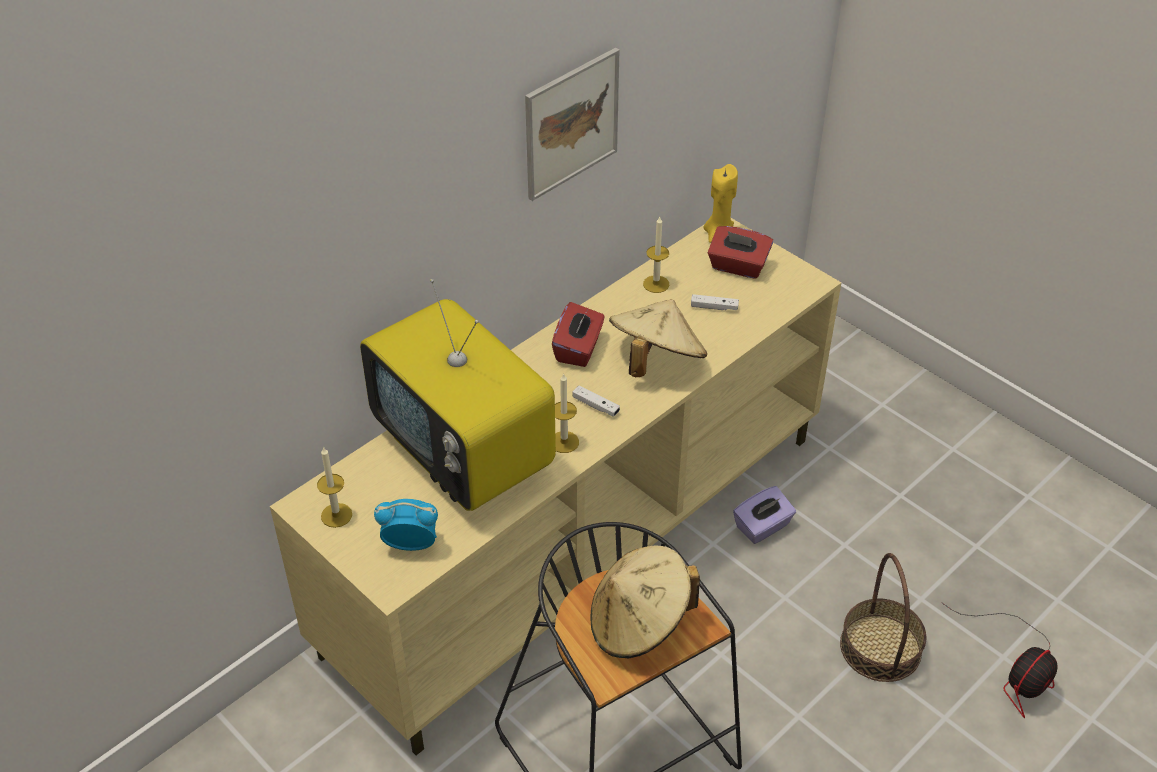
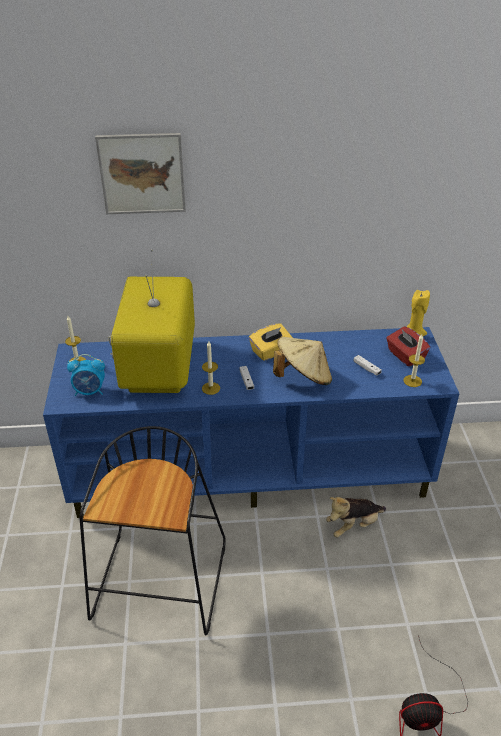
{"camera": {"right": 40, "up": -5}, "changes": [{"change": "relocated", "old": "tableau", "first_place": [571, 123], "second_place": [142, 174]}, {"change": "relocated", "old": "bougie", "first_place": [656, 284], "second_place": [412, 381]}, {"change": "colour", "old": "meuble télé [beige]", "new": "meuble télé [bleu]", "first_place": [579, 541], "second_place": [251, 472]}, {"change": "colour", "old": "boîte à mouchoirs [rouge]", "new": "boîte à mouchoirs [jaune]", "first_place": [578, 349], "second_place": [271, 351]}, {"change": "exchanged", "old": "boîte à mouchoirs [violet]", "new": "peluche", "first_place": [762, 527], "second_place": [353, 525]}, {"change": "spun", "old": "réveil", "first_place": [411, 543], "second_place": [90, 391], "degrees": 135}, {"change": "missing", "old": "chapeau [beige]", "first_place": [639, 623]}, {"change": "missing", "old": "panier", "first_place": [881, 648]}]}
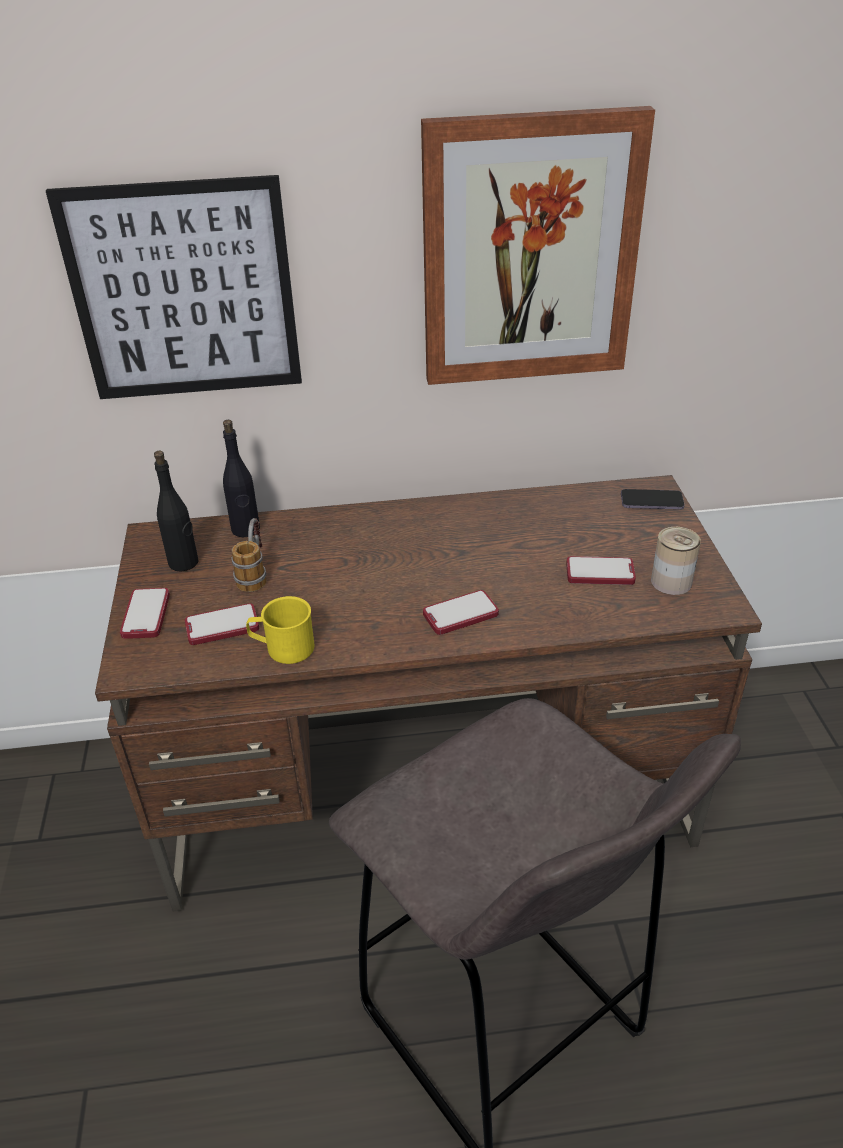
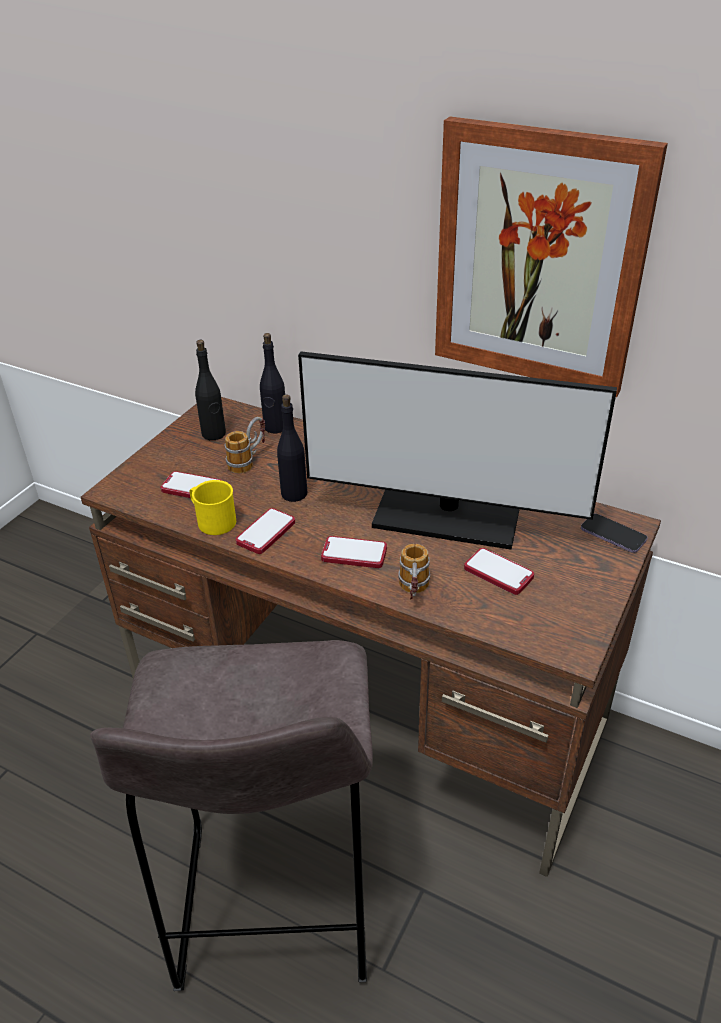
{"camera": {"right": 35, "up": 0}, "changes": [{"change": "missing", "old": "tableau", "first_place": [184, 292]}, {"change": "missing", "old": "boîte métallique", "first_place": [671, 581]}, {"change": "relocated", "old": "téléphone", "first_place": [146, 615], "second_place": [266, 532]}, {"change": "appeared", "new": "écran d'ordinateur", "second_place": [446, 518]}, {"change": "appeared", "new": "bouteille [noir]", "second_place": [294, 493]}, {"change": "appeared", "new": "mug", "second_place": [414, 593]}]}
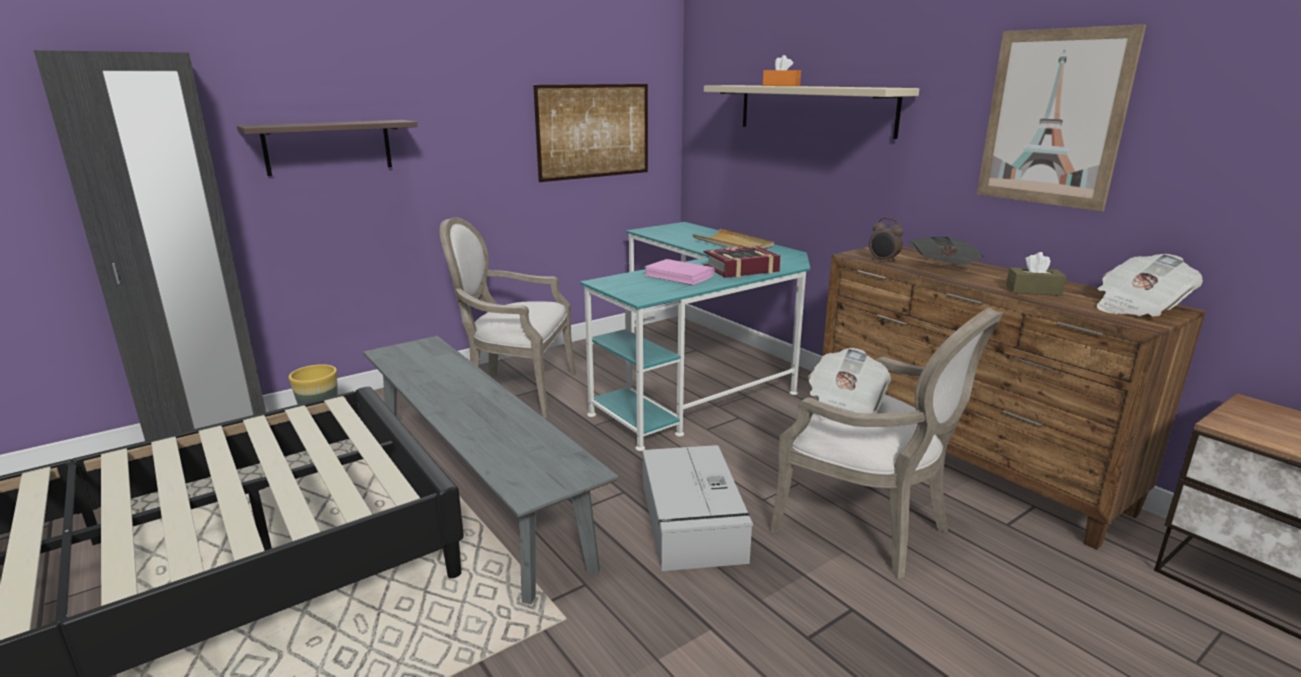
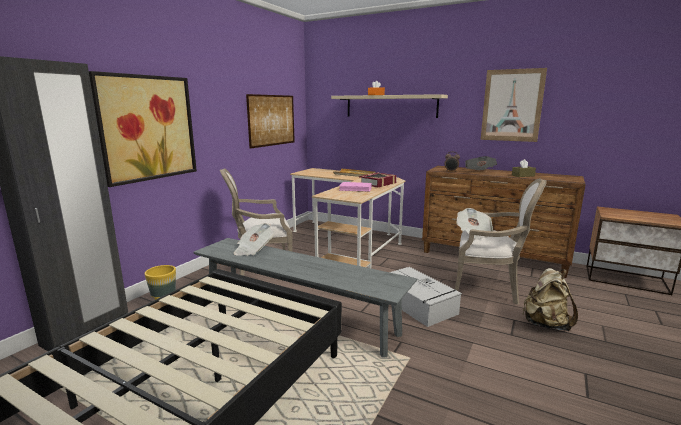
{"camera": {"right": -25, "up": -5}, "changes": [{"change": "exchanged", "old": "étagère", "new": "tableau", "first_place": [328, 147], "second_place": [148, 128]}, {"change": "colour", "old": "bureau [turquoise]", "new": "bureau [beige]", "first_place": [701, 375], "second_place": [350, 243]}, {"change": "relocated", "old": "journal", "first_place": [1137, 308], "second_place": [253, 250]}, {"change": "appeared", "new": "sac à dos [beige]", "second_place": [545, 324]}]}
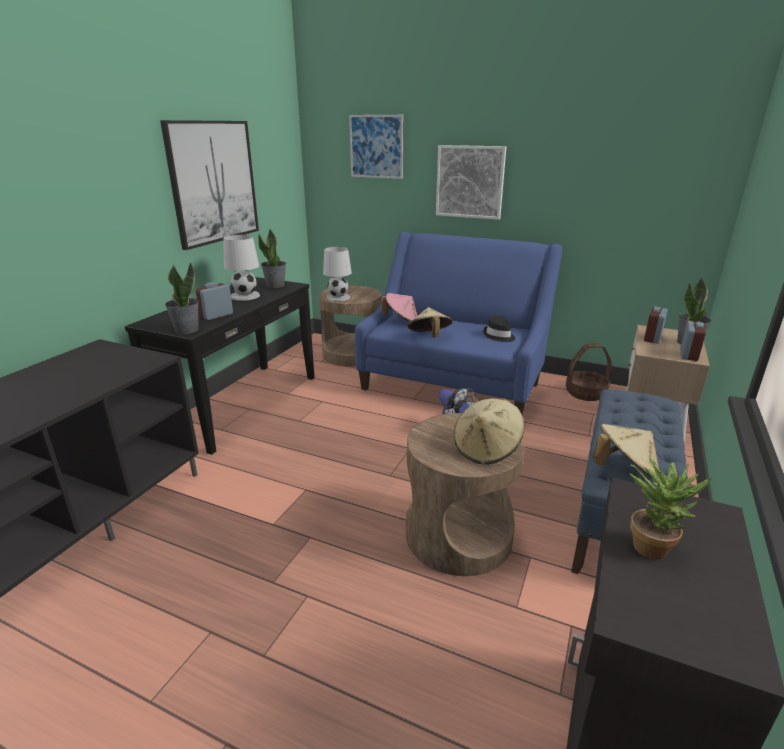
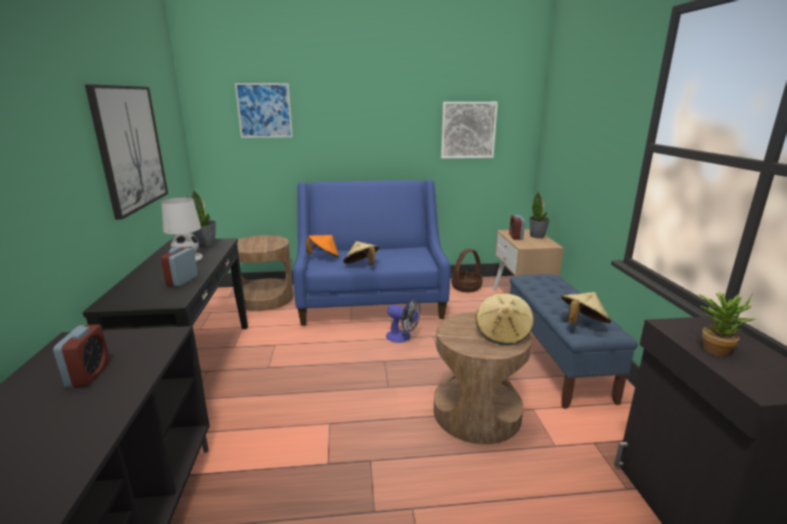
{"camera": {"right": -30, "up": -5}, "changes": [{"change": "relocated", "old": "tableau", "first_place": [470, 182], "second_place": [468, 130]}, {"change": "missing", "old": "lampe de table [blanc]", "first_place": [338, 297]}, {"change": "missing", "old": "plante en pot", "first_place": [186, 330]}, {"change": "colour", "old": "chapeau [rose]", "new": "chapeau [orange]", "first_place": [401, 320], "second_place": [324, 257]}, {"change": "missing", "old": "chapeau [noir]", "first_place": [499, 336]}, {"change": "relocated", "old": "réveil", "first_place": [688, 355], "second_place": [88, 374]}]}
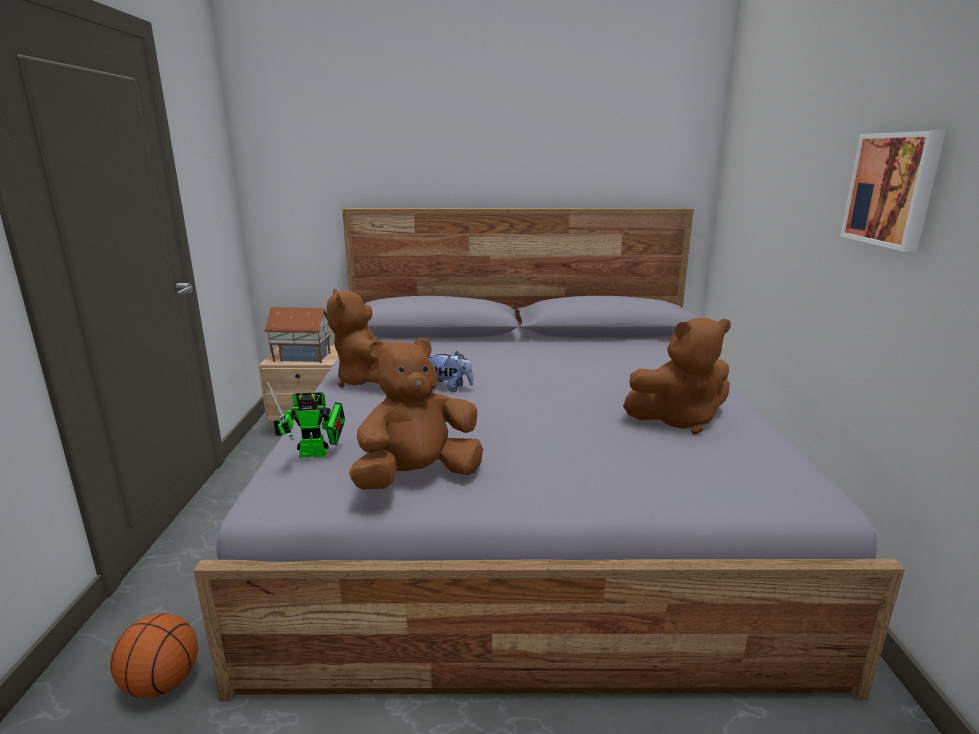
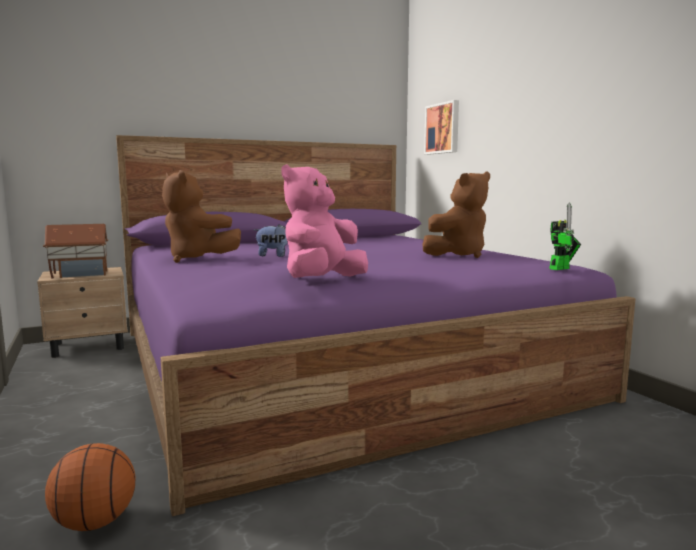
{"camera": {"right": -25, "up": -10}, "changes": [{"change": "relocated", "old": "tableau", "first_place": [893, 189], "second_place": [443, 128]}, {"change": "colour", "old": "lit [gris]", "new": "lit [violet]", "first_place": [524, 504], "second_place": [332, 361]}, {"change": "colour", "old": "peluche [marron]", "new": "peluche [rose]", "first_place": [418, 477], "second_place": [322, 281]}, {"change": "relocated", "old": "robot jouet", "first_place": [318, 453], "second_place": [561, 268]}]}
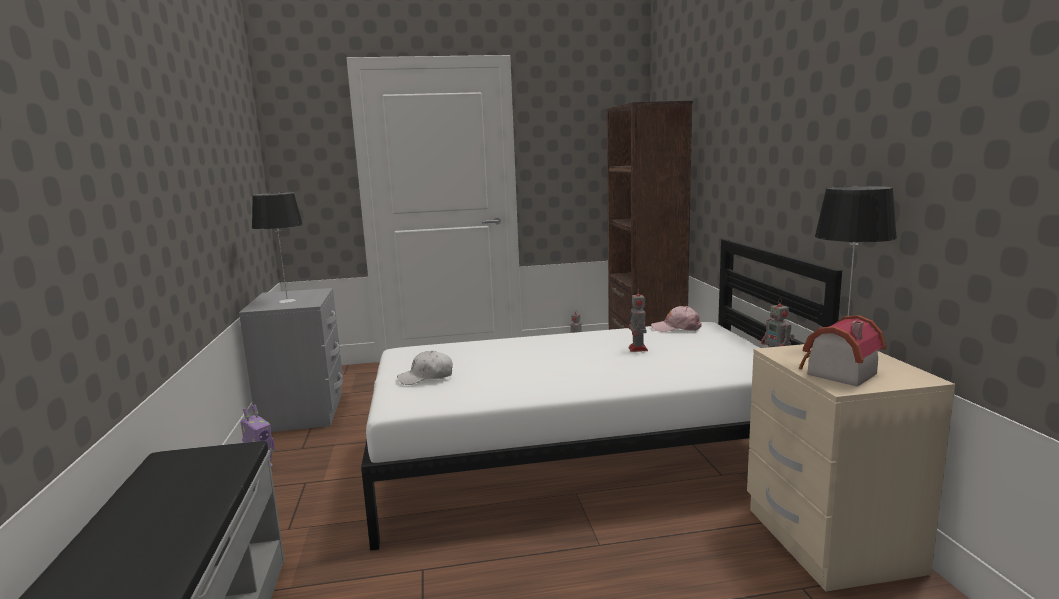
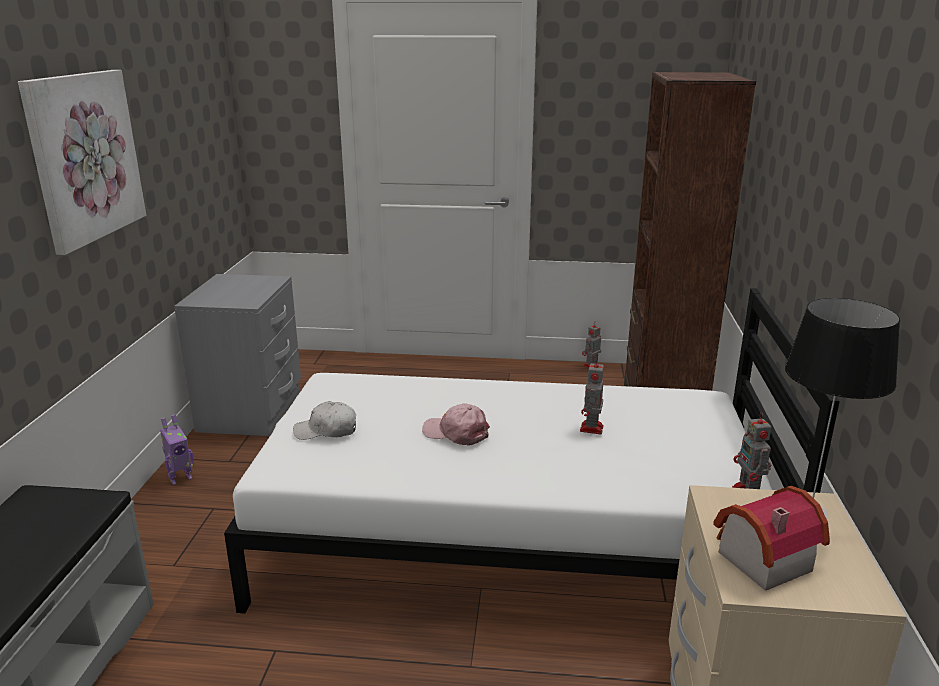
{"camera": {"right": 15, "up": 10}, "changes": [{"change": "missing", "old": "lampe de table", "first_place": [287, 301]}, {"change": "relocated", "old": "casquette [rose]", "first_place": [676, 328], "second_place": [456, 432]}, {"change": "appeared", "new": "tableau", "second_place": [84, 157]}]}
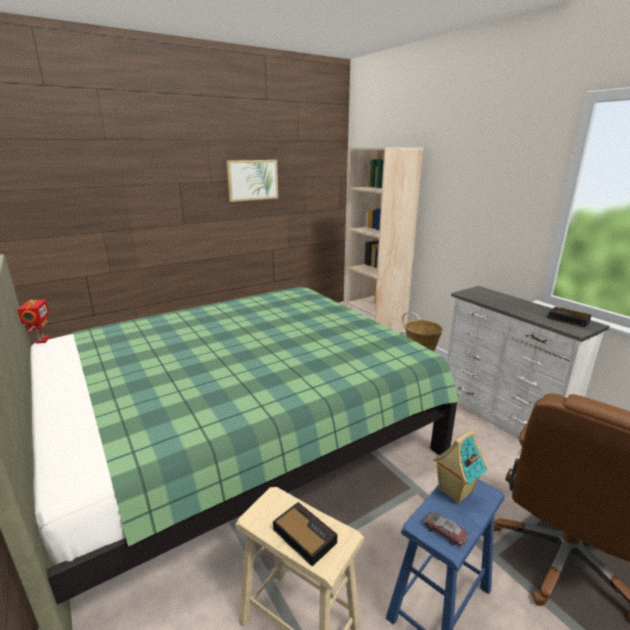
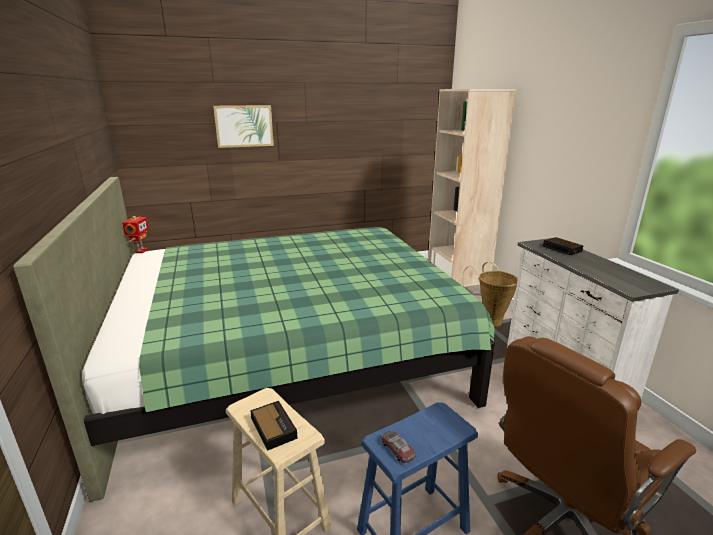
{"camera": {"right": 15, "up": 0}, "changes": [{"change": "relocated", "old": "tableau", "first_place": [252, 180], "second_place": [244, 126]}, {"change": "relocated", "old": "réveil", "first_place": [569, 320], "second_place": [562, 249]}, {"change": "missing", "old": "maison miniature", "first_place": [454, 492]}]}
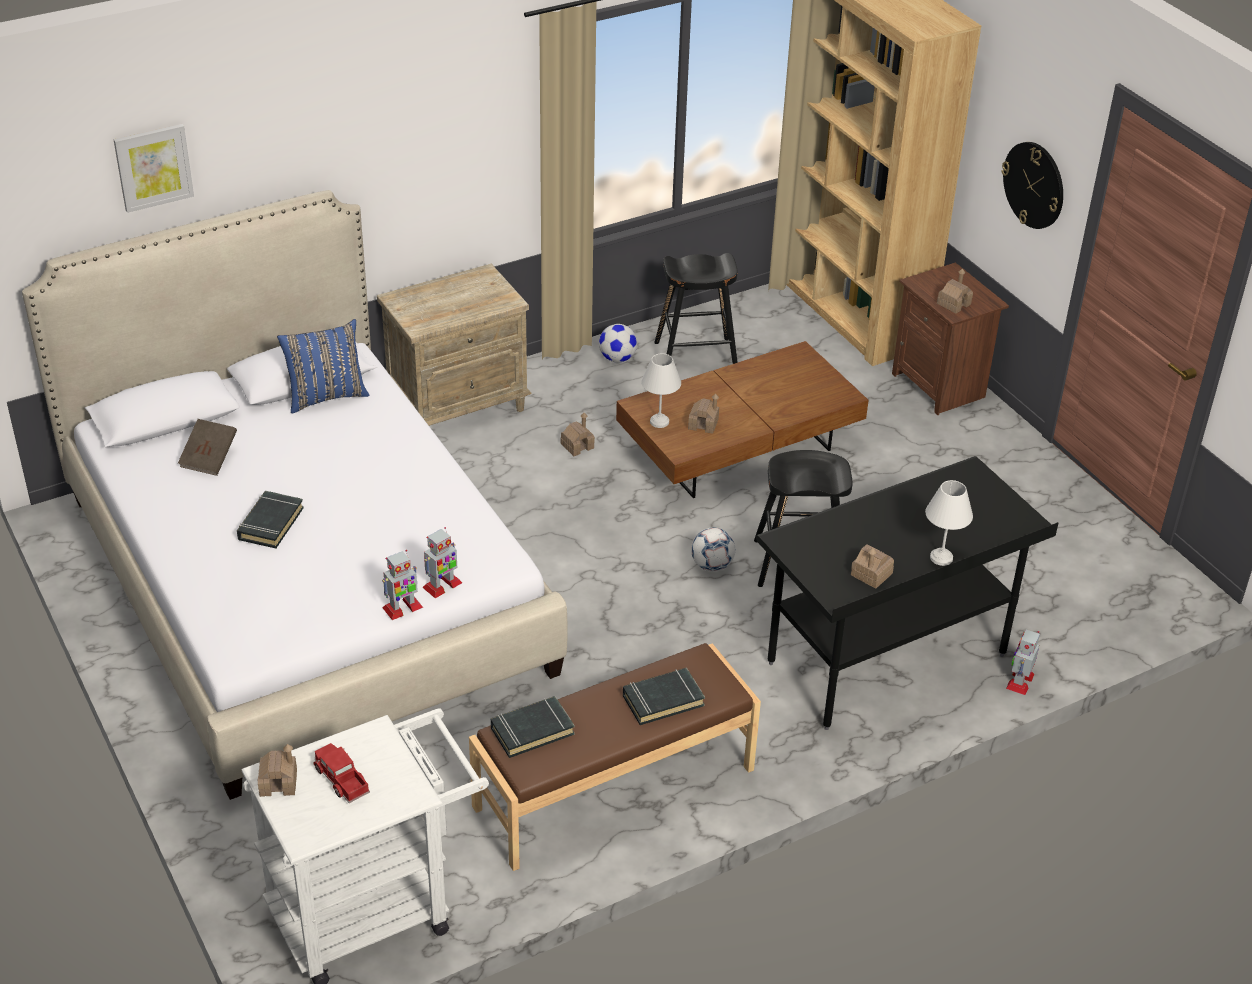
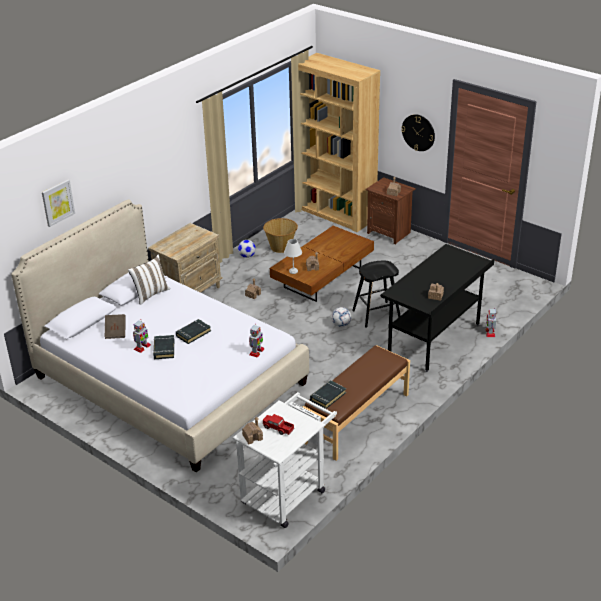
{"camera": {"right": -20, "up": -5}, "changes": [{"change": "exchanged", "old": "tabouret [noir]", "new": "panier", "first_place": [696, 358], "second_place": [281, 247]}, {"change": "colour", "old": "coussin [bleu]", "new": "coussin [blanc]", "first_place": [326, 396], "second_place": [150, 294]}, {"change": "missing", "old": "lampe de table [blanc]", "first_place": [940, 558]}, {"change": "relocated", "old": "robot jouet", "first_place": [402, 608], "second_place": [142, 347]}, {"change": "relocated", "old": "livre [noir]", "first_place": [662, 700], "second_place": [193, 333]}]}
